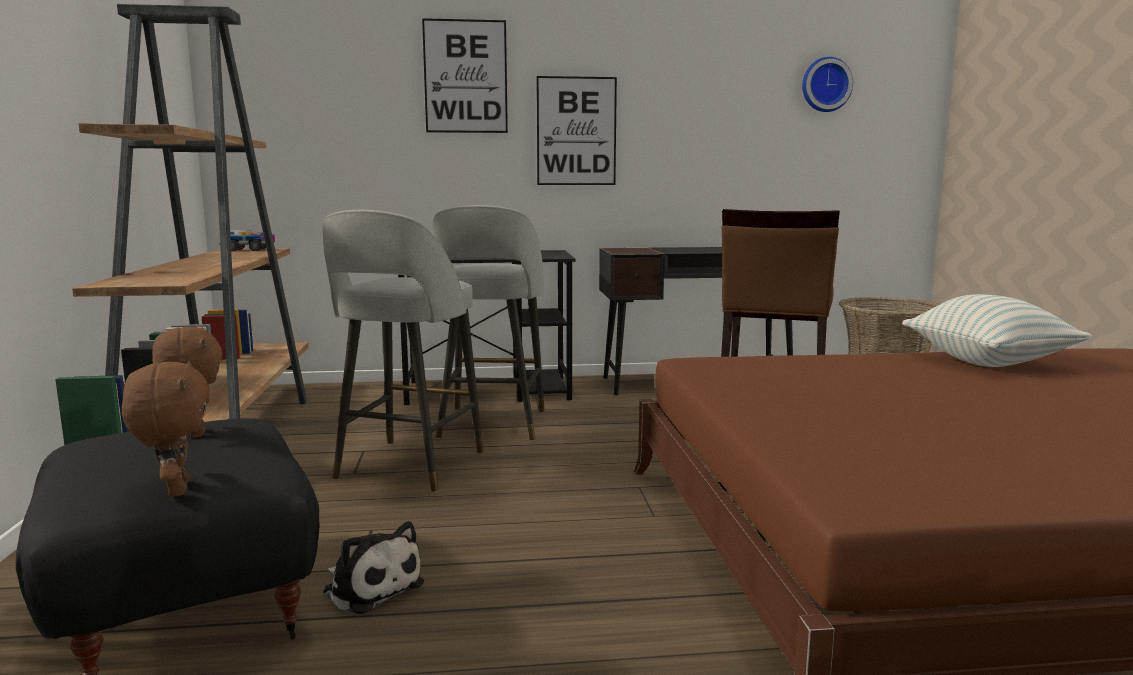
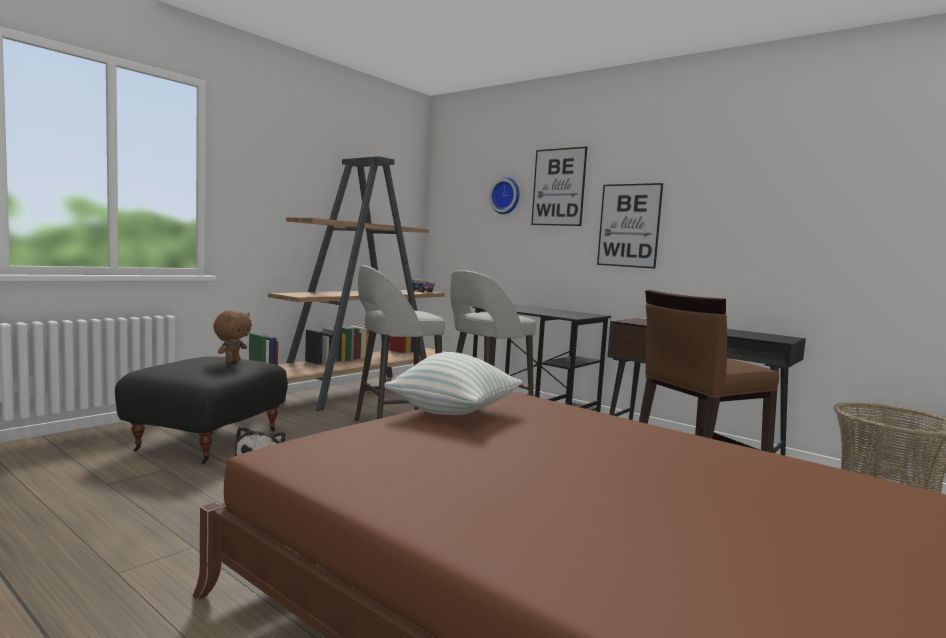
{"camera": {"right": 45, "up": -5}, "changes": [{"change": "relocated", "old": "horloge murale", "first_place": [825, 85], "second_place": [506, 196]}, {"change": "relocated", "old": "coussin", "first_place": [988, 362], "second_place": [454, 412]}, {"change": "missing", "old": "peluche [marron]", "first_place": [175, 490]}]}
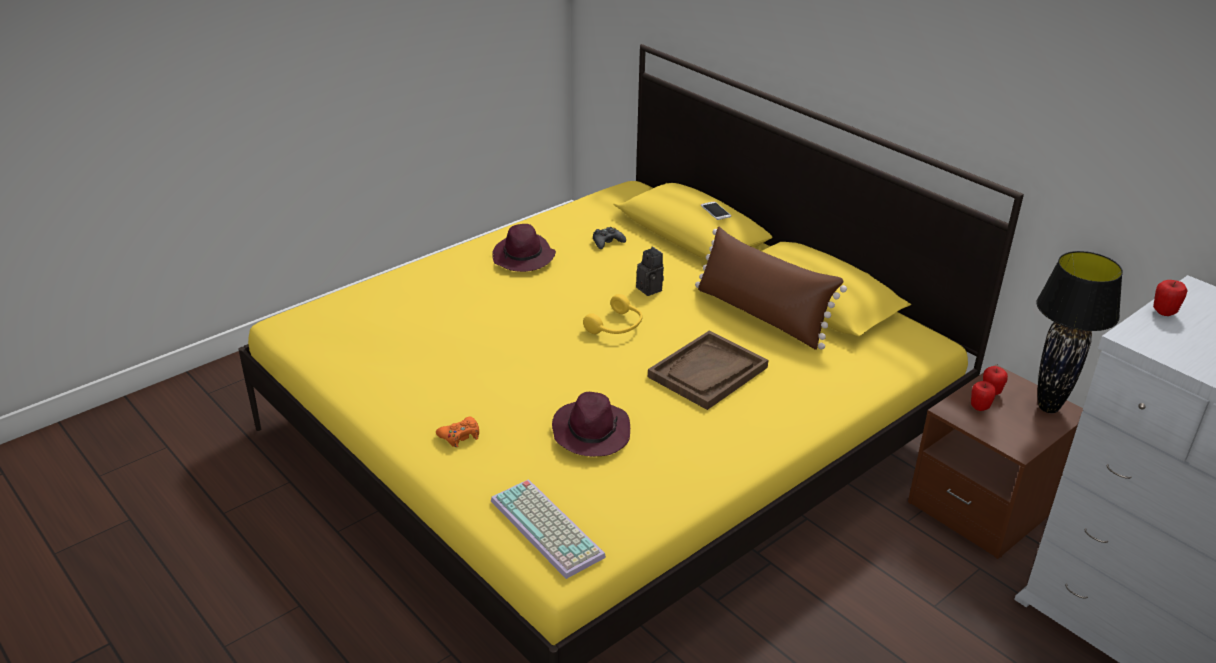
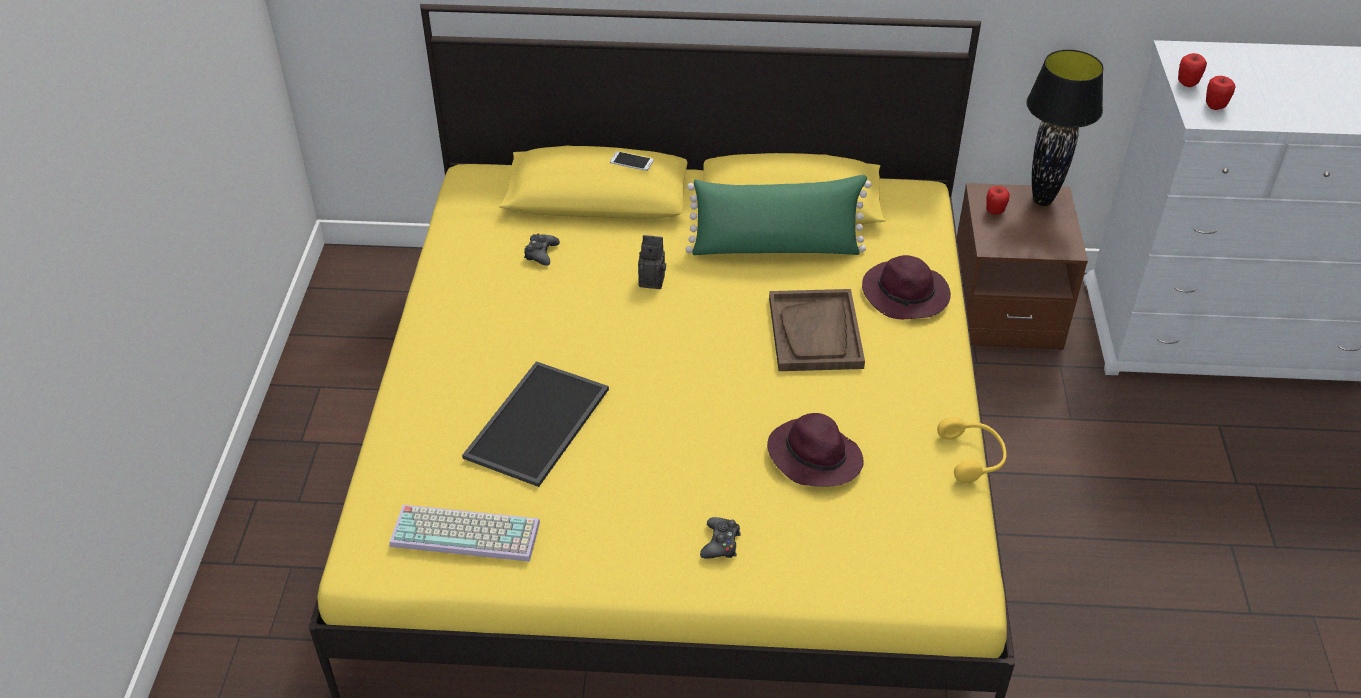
{"camera": {"right": -45, "up": 10}, "changes": [{"change": "relocated", "old": "chapeau [violet]", "first_place": [524, 258], "second_place": [906, 295]}, {"change": "colour", "old": "coussin [marron]", "new": "coussin [vert]", "first_place": [761, 315], "second_place": [776, 248]}, {"change": "relocated", "old": "casque audio [jaune]", "first_place": [617, 326], "second_place": [973, 456]}, {"change": "relocated", "old": "pomme", "first_place": [979, 407], "second_place": [1215, 106]}, {"change": "colour", "old": "manette [orange]", "new": "manette [noir]", "first_place": [460, 436], "second_place": [721, 543]}, {"change": "relocated", "old": "clavier", "first_place": [549, 528], "second_place": [467, 532]}, {"change": "appeared", "new": "plateau", "second_place": [538, 425]}]}
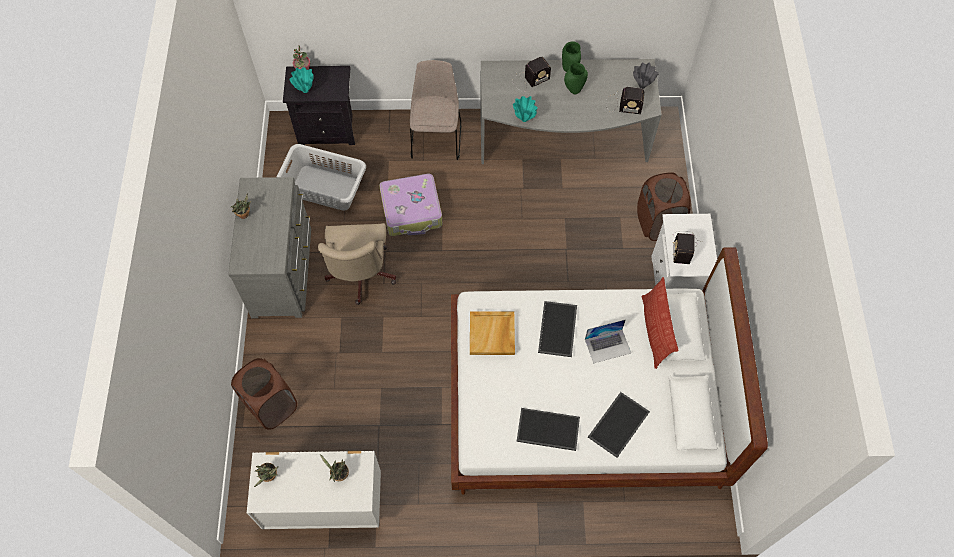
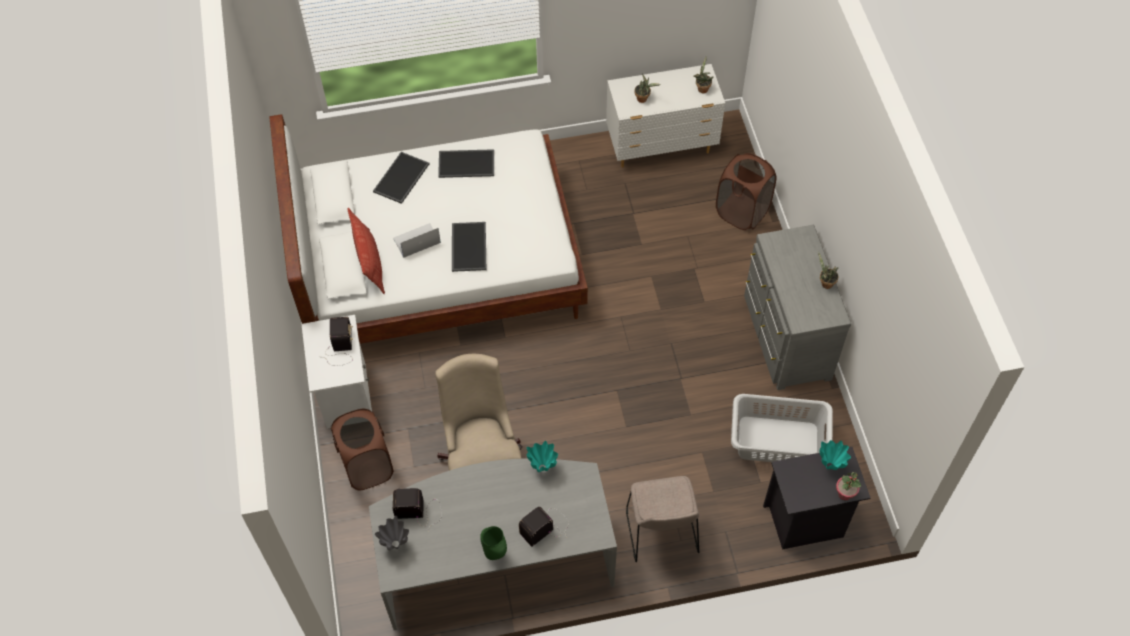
{"camera": {"right": 170, "up": -5}, "changes": [{"change": "missing", "old": "vase [vert]", "first_place": [573, 90]}, {"change": "missing", "old": "valise", "first_place": [412, 210]}, {"change": "relocated", "old": "chaise de bureau [beige]", "first_place": [360, 277], "second_place": [482, 458]}, {"change": "missing", "old": "plateau [beige]", "first_place": [492, 334]}]}
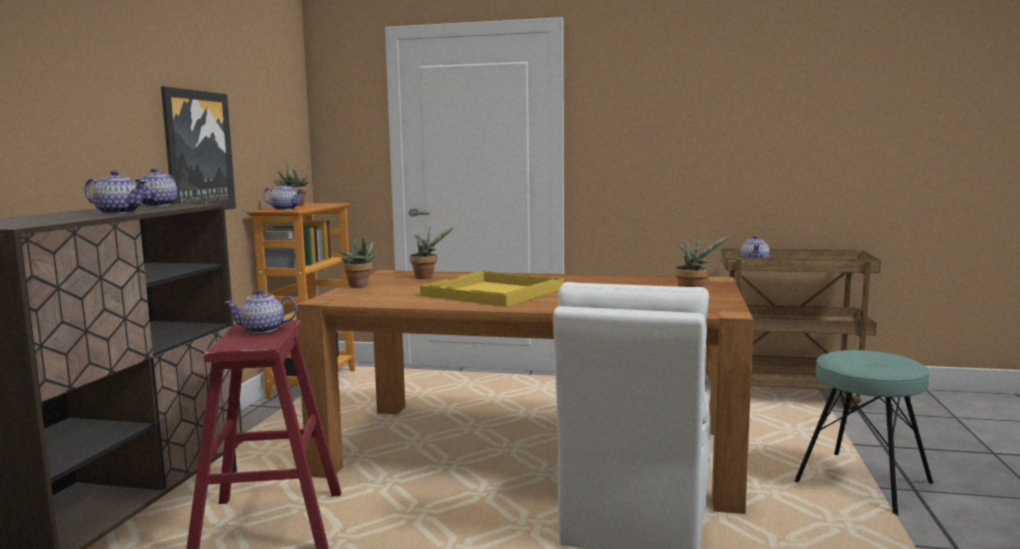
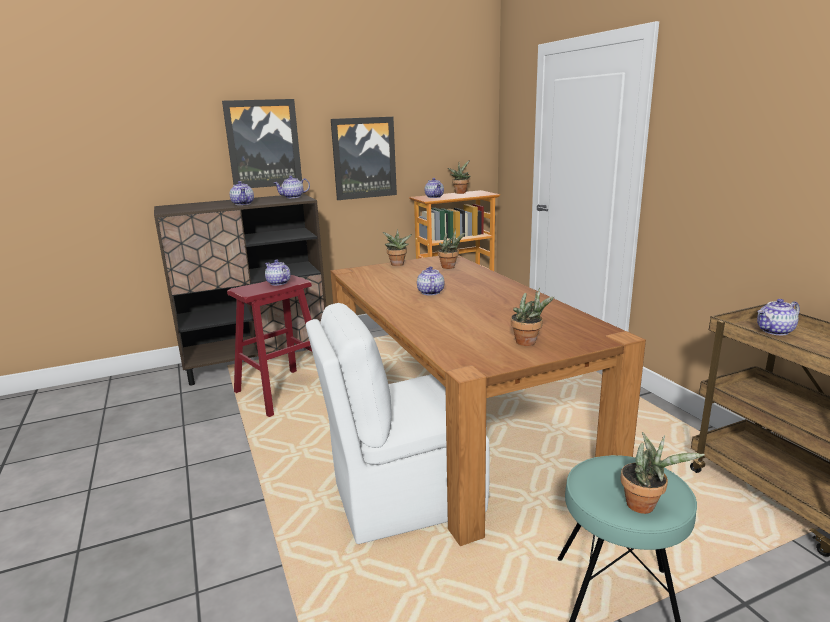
{"camera": {"right": 55, "up": 10}, "changes": [{"change": "exchanged", "old": "plateau [jaune]", "new": "théière", "first_place": [493, 292], "second_place": [430, 292]}, {"change": "appeared", "new": "tableau", "second_place": [263, 144]}, {"change": "appeared", "new": "plante en pot", "second_place": [645, 505]}]}
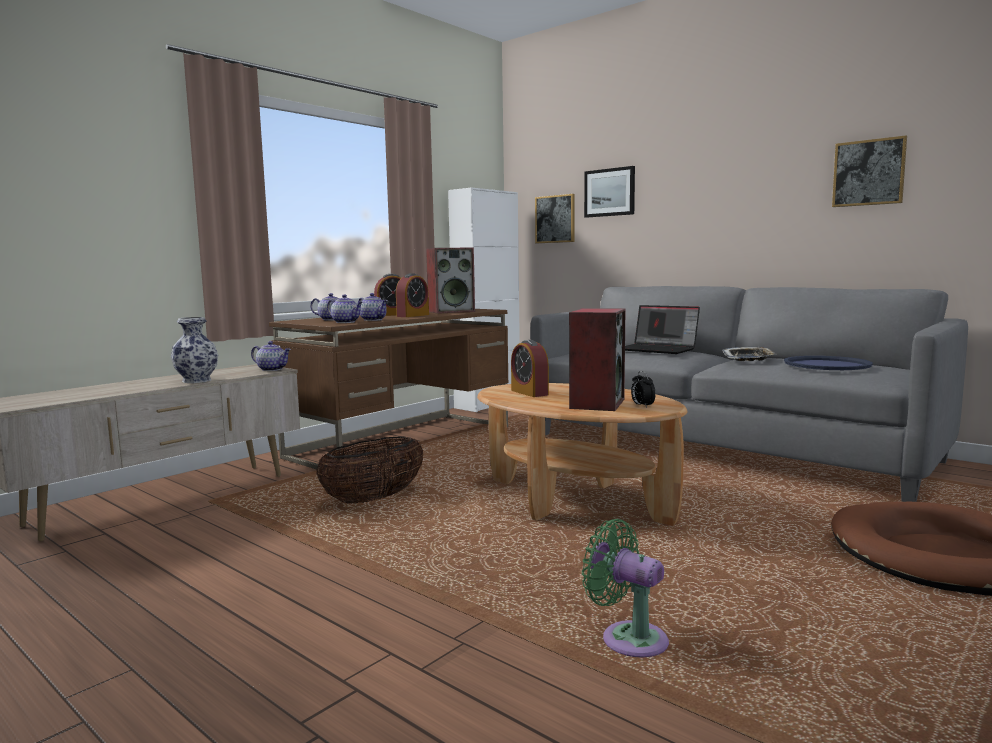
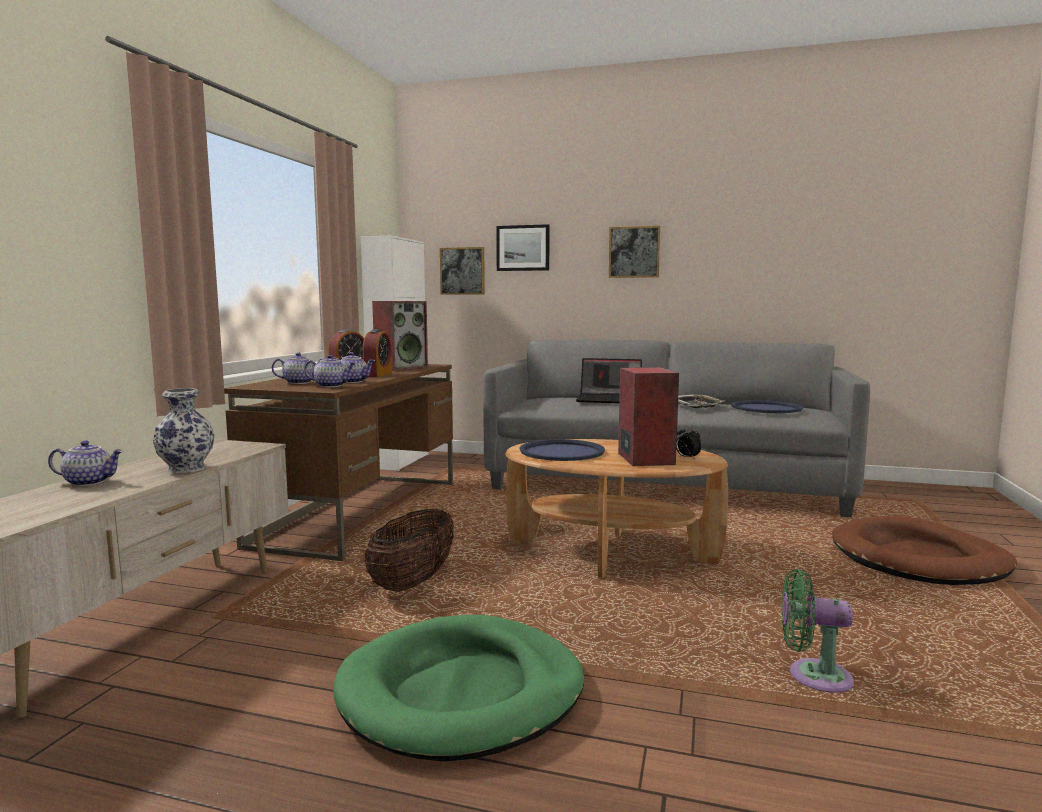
{"camera": {"right": -25, "up": 0}, "changes": [{"change": "relocated", "old": "tableau", "first_place": [868, 172], "second_place": [634, 252]}, {"change": "exchanged", "old": "réveil", "new": "plateau [bleu]", "first_place": [529, 392], "second_place": [561, 452]}, {"change": "relocated", "old": "théière", "first_place": [272, 369], "second_place": [89, 482]}, {"change": "appeared", "new": "panier pour chien [vert]", "second_place": [462, 693]}]}
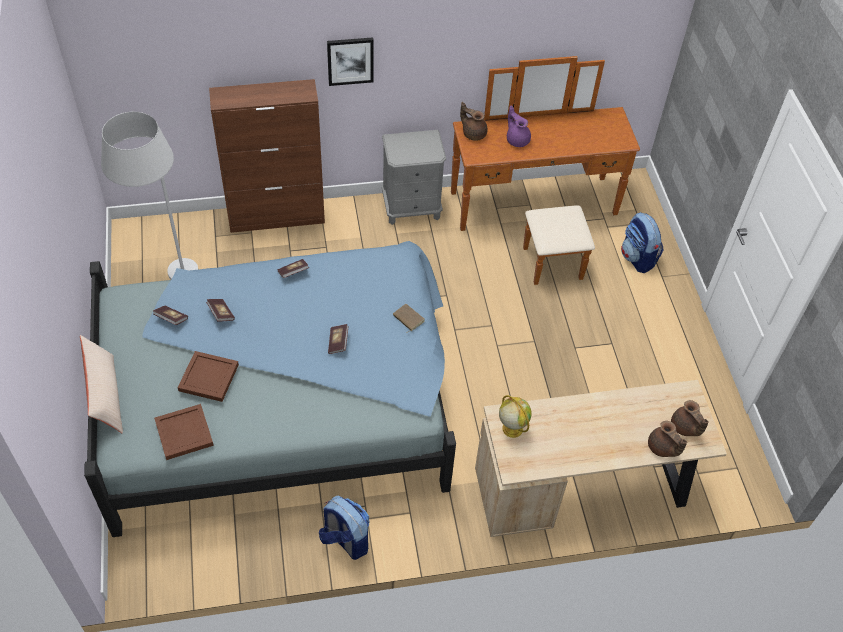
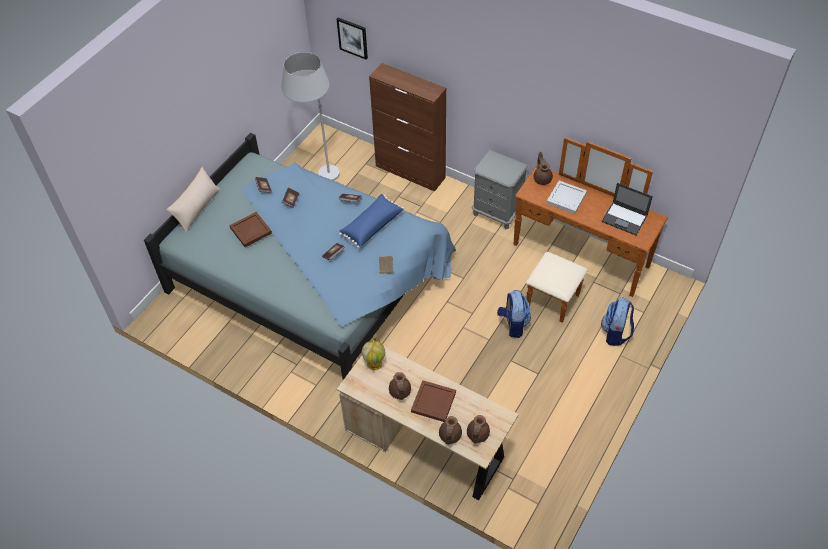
{"camera": {"right": 45, "up": 0}, "changes": [{"change": "relocated", "old": "tableau", "first_place": [350, 60], "second_place": [353, 38]}, {"change": "exchanged", "old": "théière [violet]", "new": "plateau [blanc]", "first_place": [517, 139], "second_place": [567, 198]}, {"change": "relocated", "old": "plateau [marron]", "first_place": [185, 433], "second_place": [434, 403]}, {"change": "relocated", "old": "sac à dos", "first_place": [345, 540], "second_place": [513, 324]}, {"change": "appeared", "new": "ordinateur portable", "second_place": [625, 219]}, {"change": "appeared", "new": "coussin [bleu]", "second_place": [371, 225]}, {"change": "appeared", "new": "théière [marron]", "second_place": [399, 392]}]}
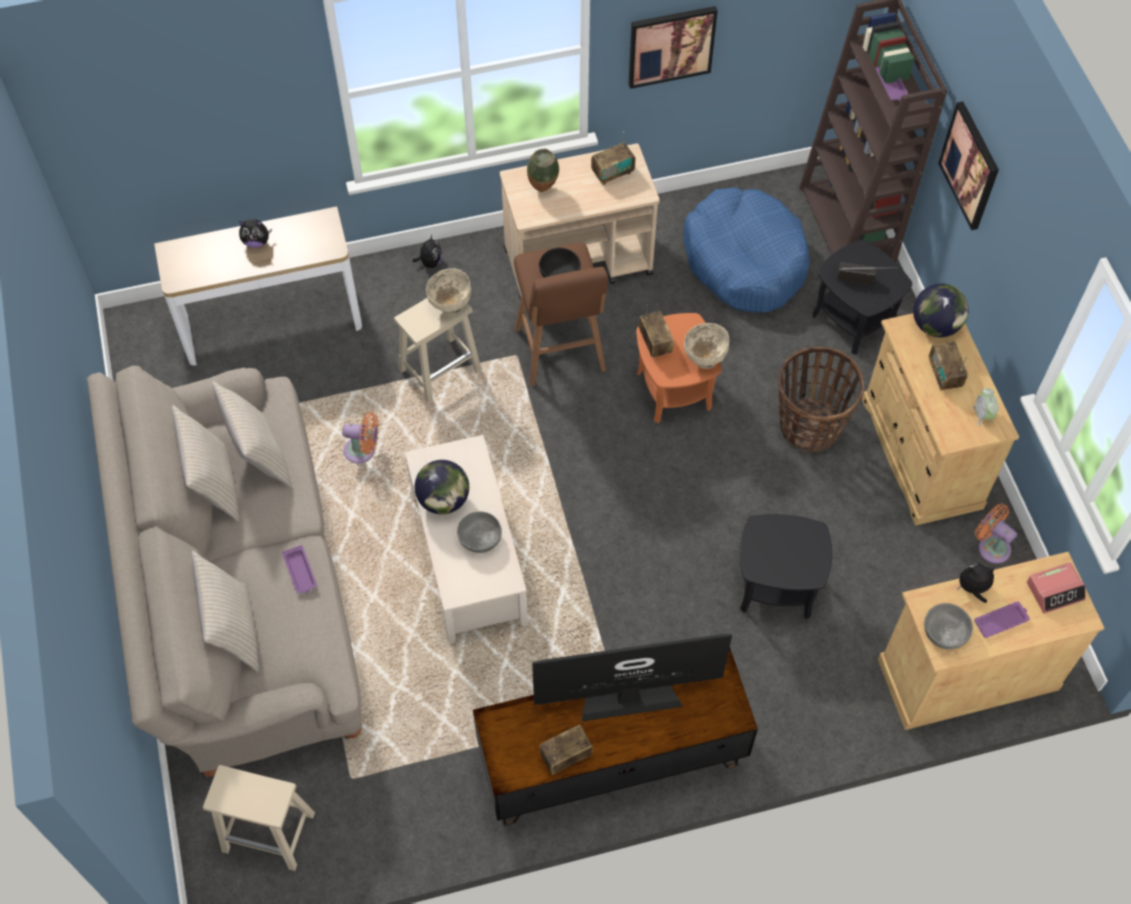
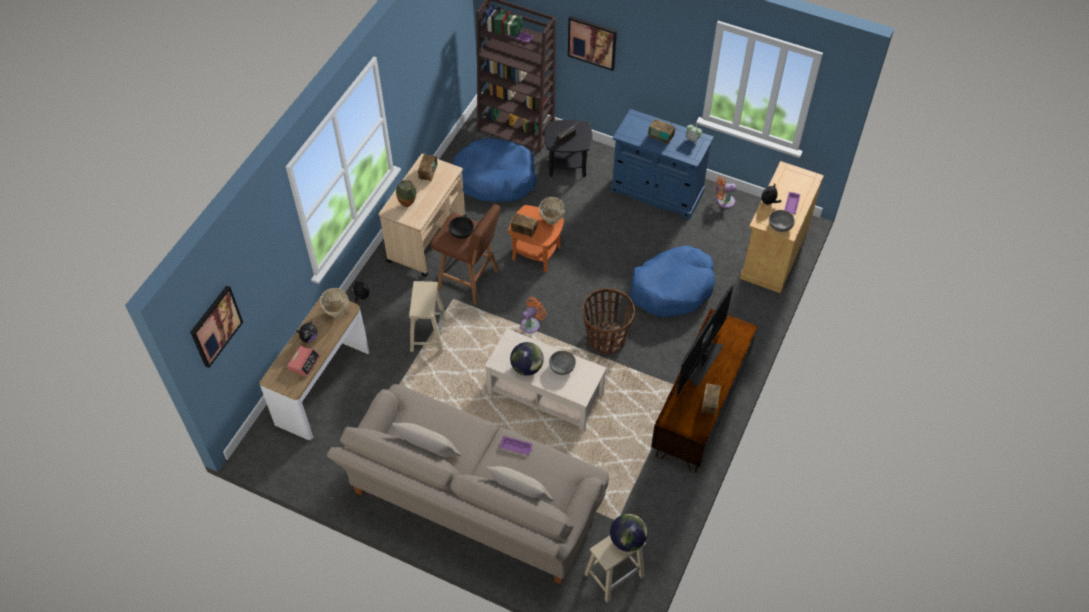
{"camera": {"right": -50, "up": -5}, "changes": [{"change": "relocated", "old": "tableau", "first_place": [671, 45], "second_place": [215, 326]}, {"change": "relocated", "old": "bol [beige]", "first_place": [450, 306], "second_place": [336, 312]}, {"change": "relocated", "old": "globe", "first_place": [935, 326], "second_place": [627, 540]}, {"change": "colour", "old": "meuble de rangement [beige]", "new": "meuble de rangement [bleu]", "first_place": [920, 453], "second_place": [657, 191]}, {"change": "relocated", "old": "panier", "first_place": [809, 425], "second_place": [606, 338]}, {"change": "missing", "old": "coussin [beige]", "first_place": [259, 457]}, {"change": "relocated", "old": "ventilateur [orange]", "first_place": [363, 451], "second_place": [531, 324]}, {"change": "exchanged", "old": "table d'appoint [noir]", "new": "panier pour chien [bleu]", "first_place": [776, 587], "second_place": [672, 288]}, {"change": "relocated", "old": "réveil", "first_place": [1055, 591], "second_place": [304, 363]}]}
